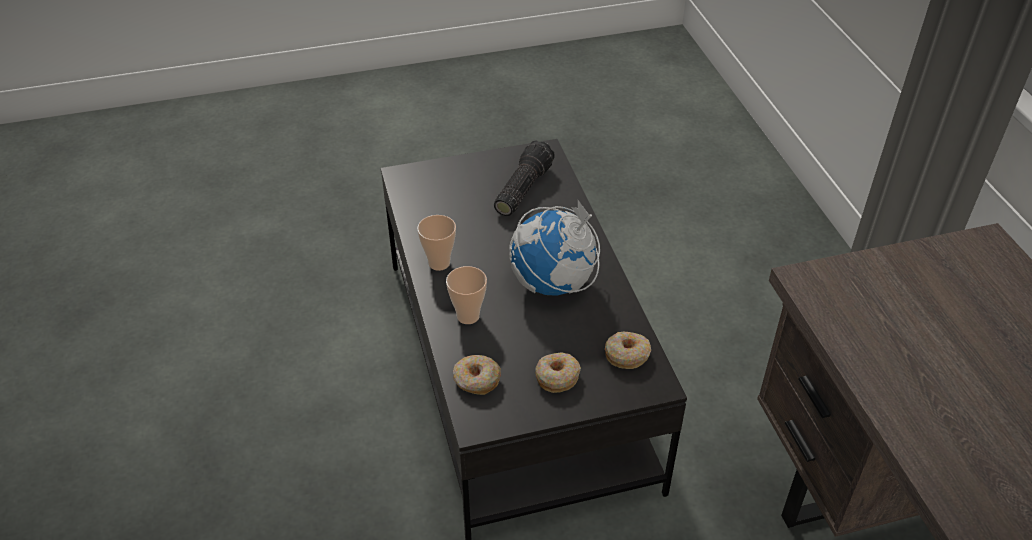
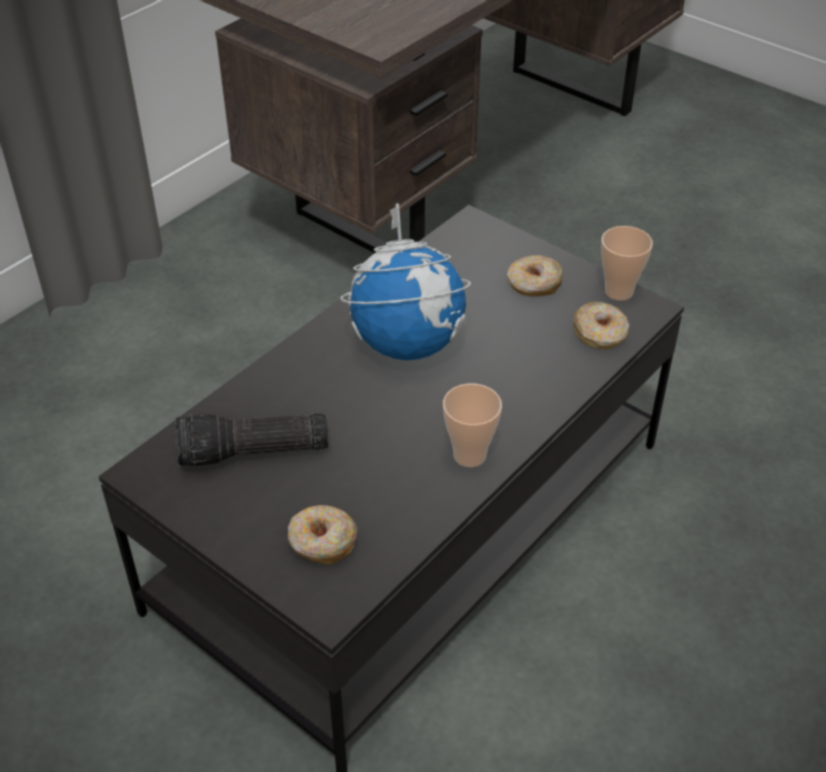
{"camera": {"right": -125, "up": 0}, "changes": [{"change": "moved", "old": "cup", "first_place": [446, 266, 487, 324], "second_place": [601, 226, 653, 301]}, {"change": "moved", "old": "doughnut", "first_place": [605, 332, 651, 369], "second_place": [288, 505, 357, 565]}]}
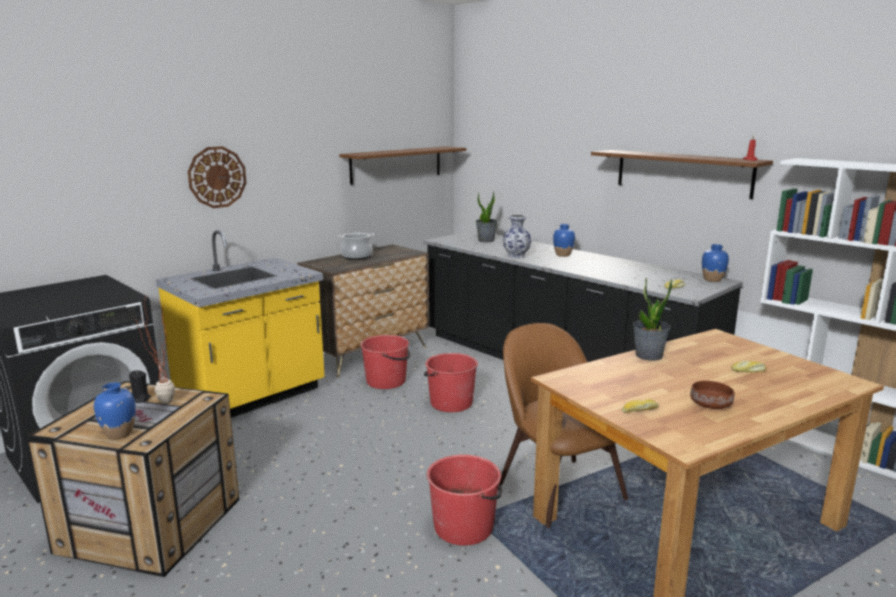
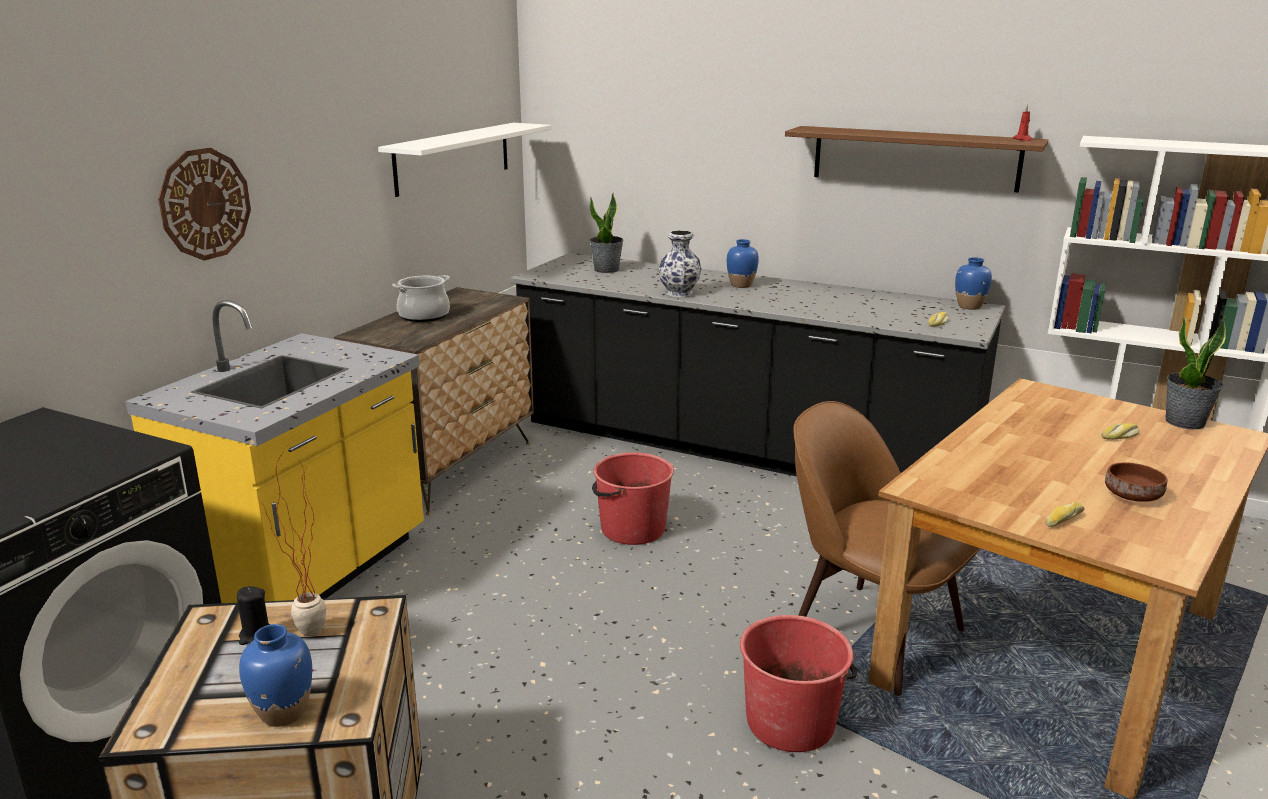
{"camera": {"right": -20, "up": 5}, "changes": [{"change": "recoloured", "old": "brownish_bracket_shelf", "new": "white-coloured_bracket_shelf", "first_place": [339, 146, 466, 185], "second_place": [378, 123, 552, 197]}, {"change": "removed", "old": "red_pail", "first_place": [360, 335, 410, 389]}, {"change": "moved", "old": "plant_in_a_pot", "first_place": [633, 278, 672, 361], "second_place": [1166, 316, 1225, 429]}]}
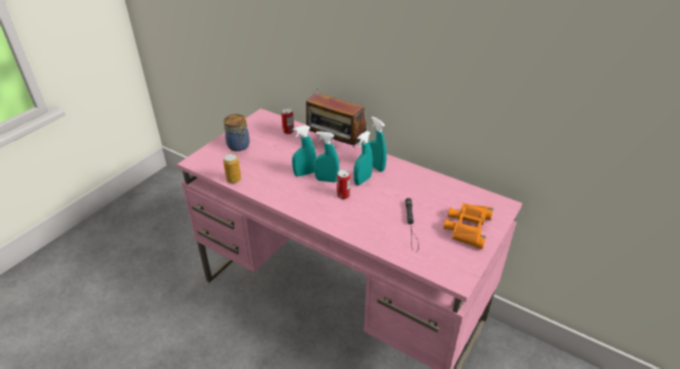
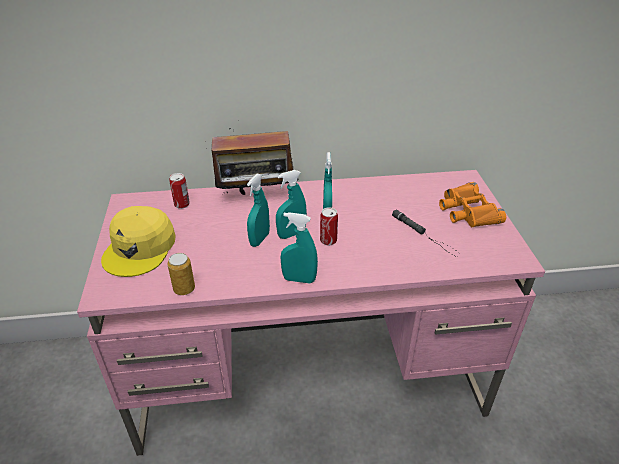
{"camera": {"right": -40, "up": 0}, "changes": [{"change": "replaced", "old": "storage_jar", "new": "yellowish_peaked_cap", "first_place": [224, 114, 250, 151], "second_place": [101, 206, 176, 277]}, {"change": "moved", "old": "blue-green_spray_bottle", "first_place": [369, 116, 387, 172], "second_place": [280, 212, 318, 283]}]}
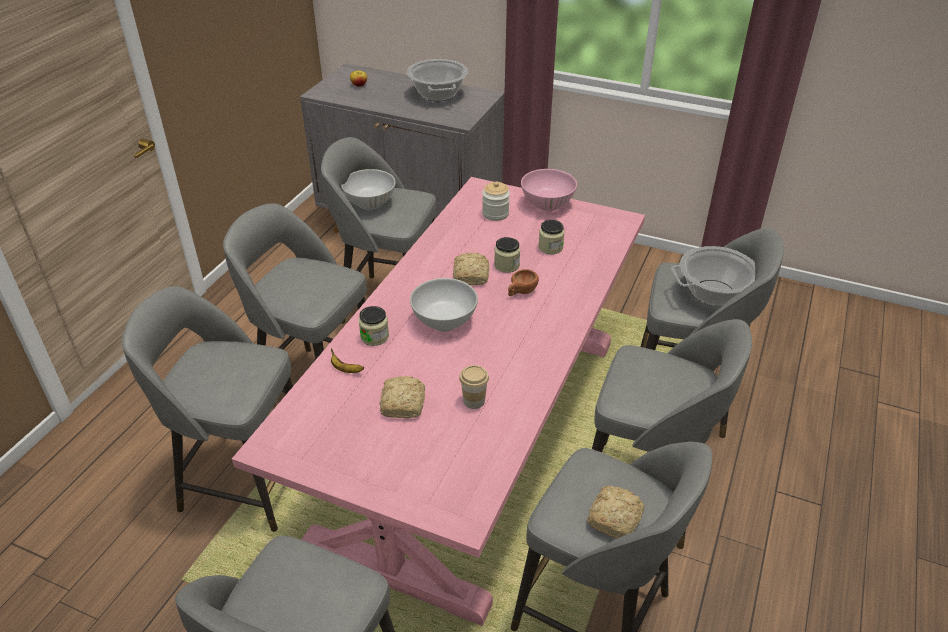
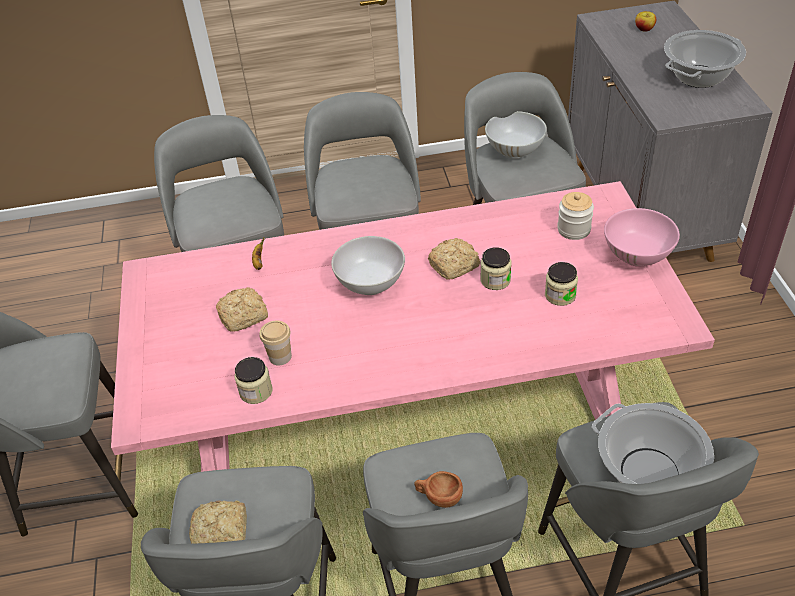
{"camera": {"right": 60, "up": 5}, "changes": [{"change": "moved", "old": "storage_jar", "first_place": [359, 306, 389, 346], "second_place": [234, 357, 273, 404]}, {"change": "moved", "old": "brownish_cup", "first_place": [508, 269, 539, 296], "second_place": [415, 471, 463, 508]}]}
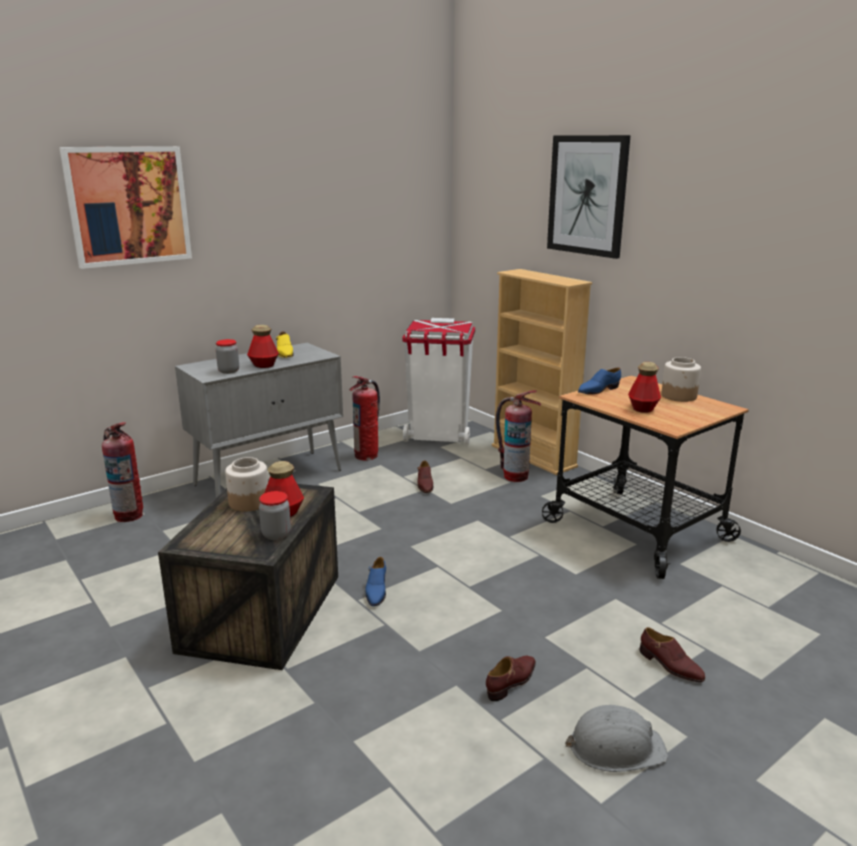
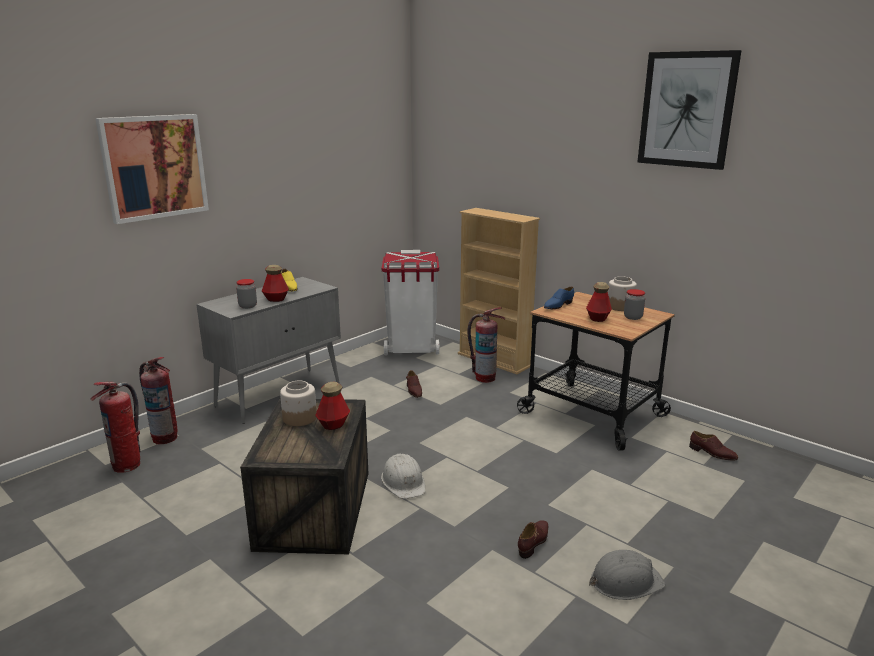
{"camera": {"right": -10, "up": 0}, "changes": [{"change": "moved", "old": "storage_jar", "first_place": [259, 491, 291, 540], "second_place": [624, 289, 645, 320]}, {"change": "moved", "old": "extinguisher", "first_place": [349, 376, 380, 460], "second_place": [91, 381, 141, 473]}, {"change": "replaced", "old": "blue-coloured_low_shoe", "new": "white-coloured_hard_hat", "first_place": [365, 557, 386, 606], "second_place": [381, 454, 425, 499]}, {"change": "moved", "old": "wall_art", "first_place": [547, 135, 631, 259], "second_place": [637, 50, 742, 170]}, {"change": "moved", "old": "brownish_low_shoe", "first_place": [640, 627, 705, 682], "second_place": [689, 431, 738, 461]}]}
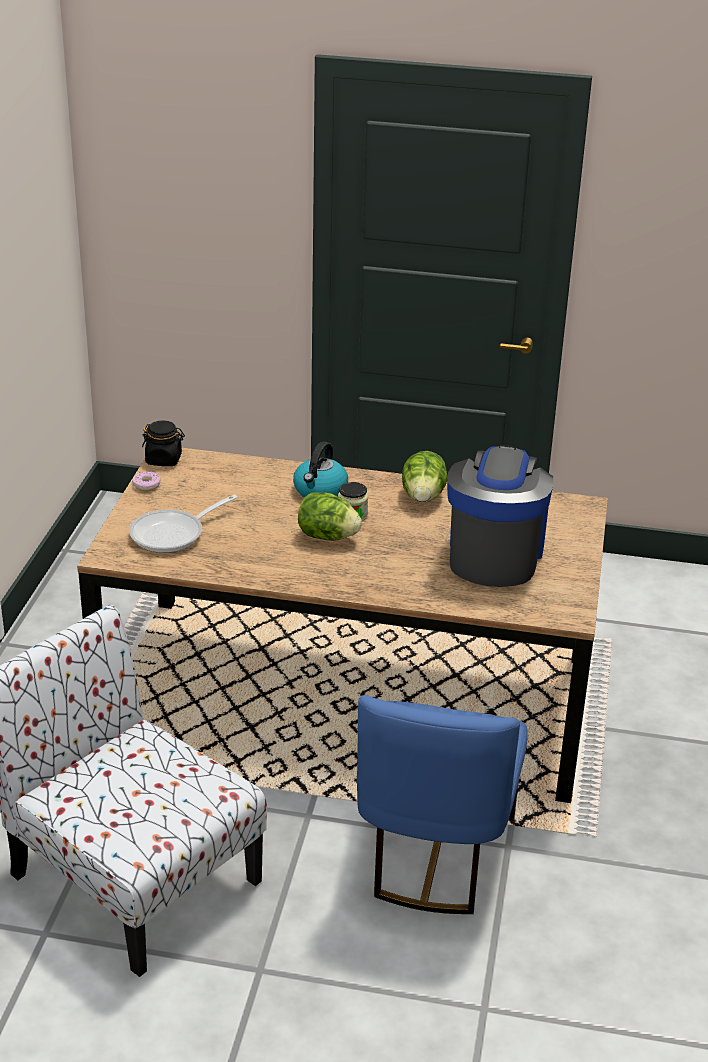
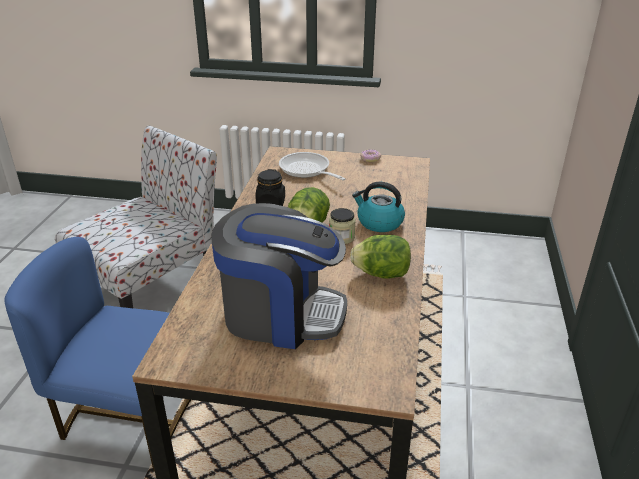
{"camera": {"right": 90, "up": 0}, "changes": [{"change": "moved", "old": "blackish_storage_jar", "first_place": [142, 420, 185, 466], "second_place": [256, 169, 285, 206]}]}
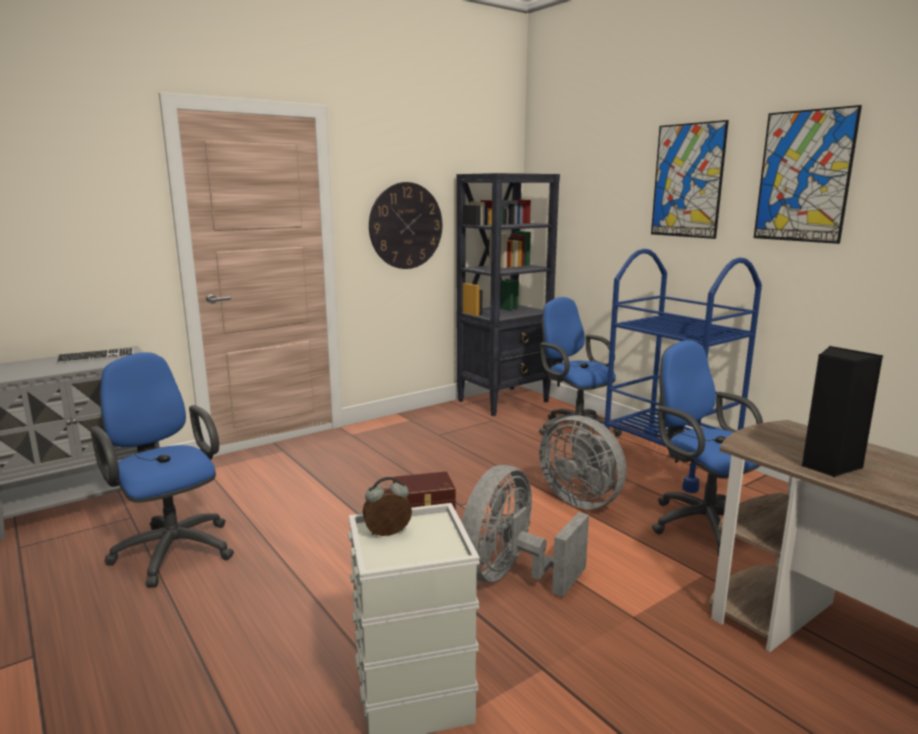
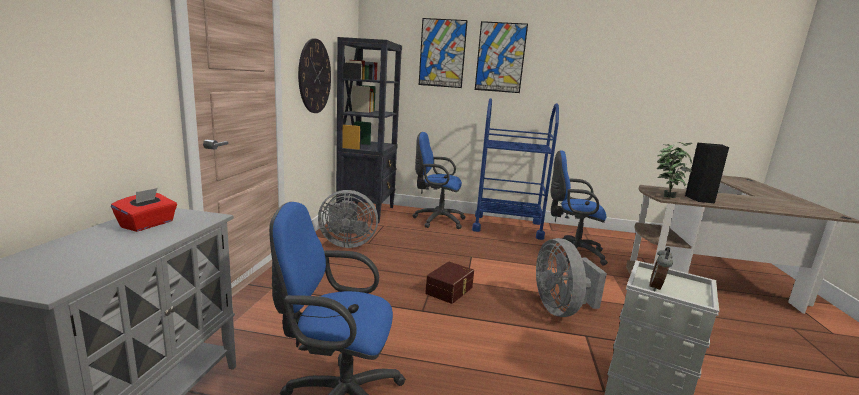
{"camera": {"right": -45, "up": 0}, "changes": [{"change": "replaced", "old": "keyboard", "new": "red_tissue_box", "first_place": [56, 348, 134, 364], "second_place": [111, 188, 177, 232]}, {"change": "moved", "old": "greyish_electric_fan", "first_place": [539, 415, 626, 509], "second_place": [318, 190, 378, 248]}, {"change": "moved", "old": "wall_art", "first_place": [754, 105, 862, 244], "second_place": [419, 18, 468, 88]}, {"change": "added", "new": "plant_in_a_pot", "second_place": [657, 142, 692, 198]}]}
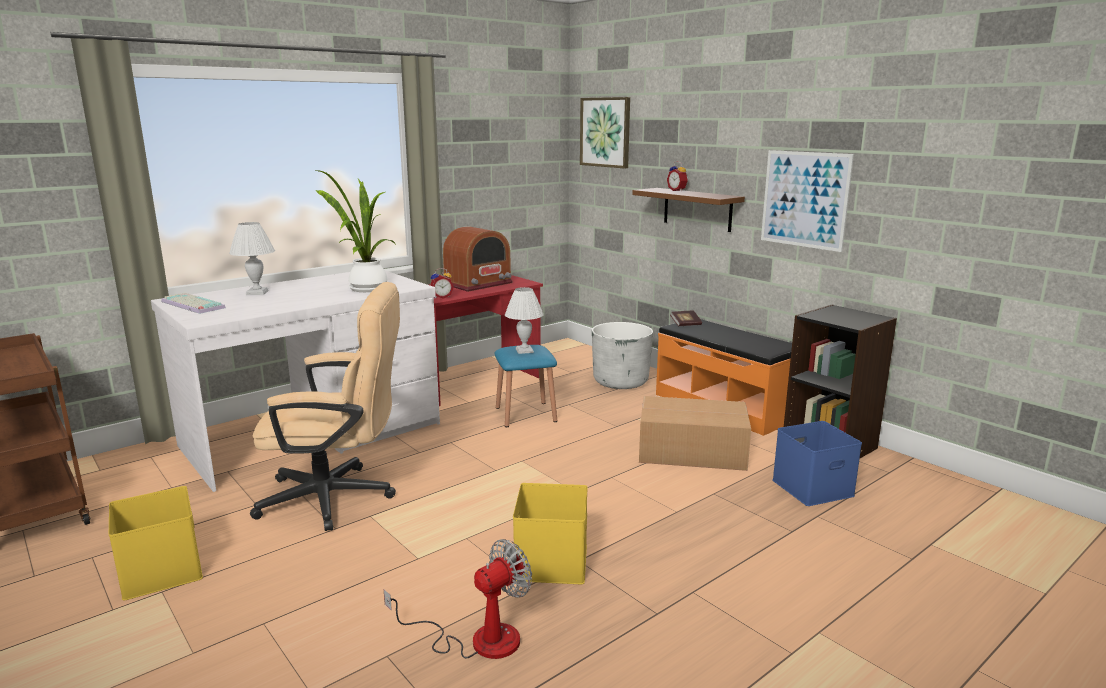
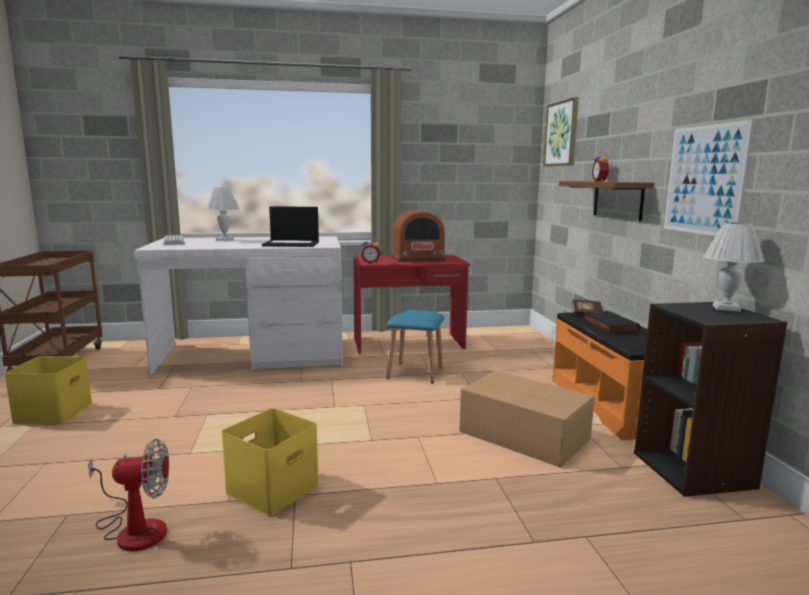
{"camera": {"right": 30, "up": -5}, "changes": [{"change": "removed", "old": "beige_computer_chair", "first_place": [250, 282, 400, 531]}, {"change": "replaced", "old": "plant_in_a_pot", "new": "portable_computer", "first_place": [316, 170, 396, 292], "second_place": [262, 206, 319, 247]}, {"change": "moved", "old": "white-coloured_lamp_for_a_table", "first_place": [505, 287, 544, 354], "second_place": [704, 222, 764, 312]}, {"change": "removed", "old": "white-coloured_plant_pot", "first_place": [592, 322, 653, 389]}, {"change": "removed", "old": "blue-coloured_storage_container", "first_place": [772, 421, 862, 506]}, {"change": "added", "new": "blackish_volume", "second_place": [584, 312, 640, 333]}]}
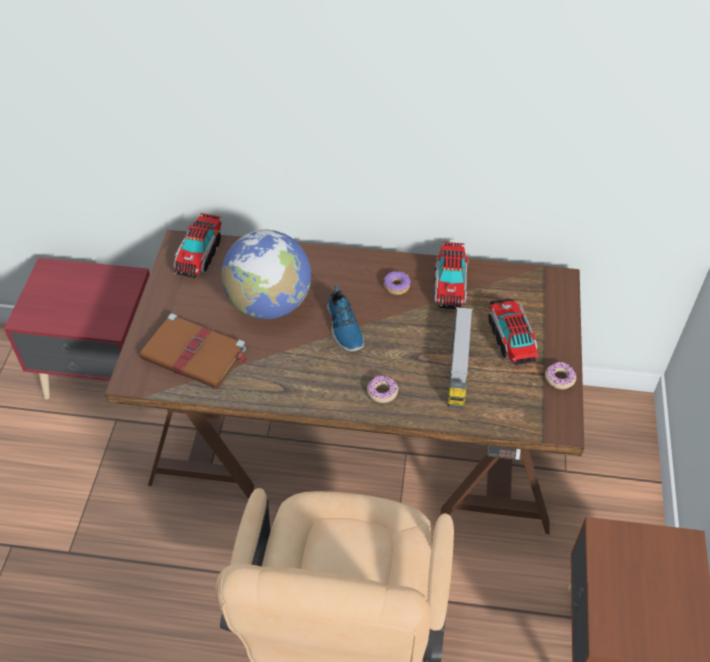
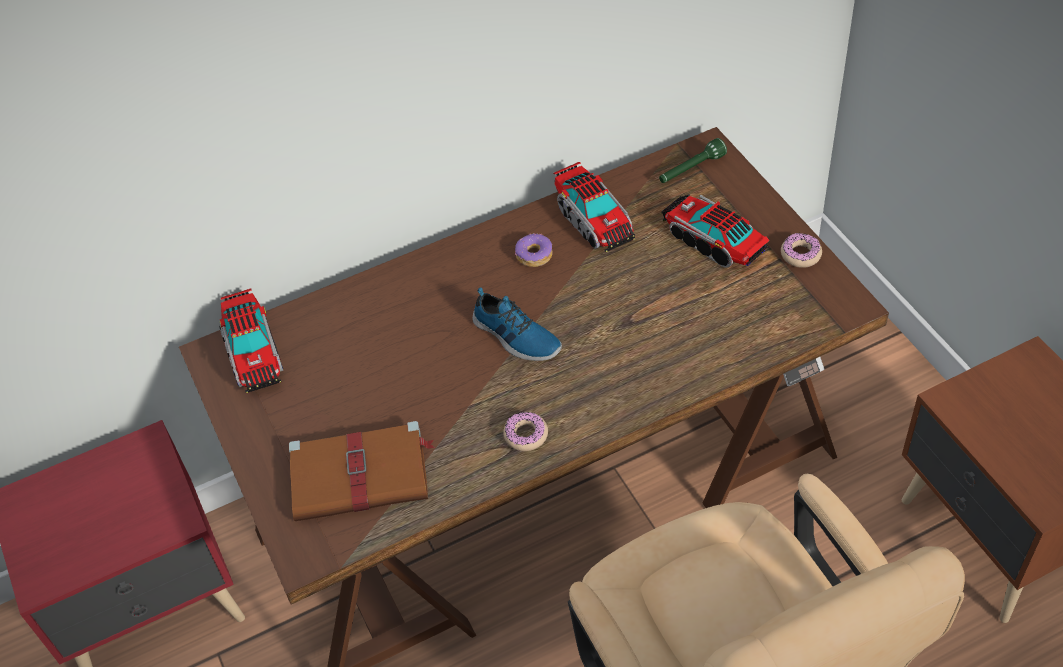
{"camera": {"right": -30, "up": 0}, "changes": [{"change": "removed", "old": "globe", "first_place": [221, 230, 311, 319]}, {"change": "moved", "old": "doughnut", "first_place": [367, 375, 398, 403], "second_place": [503, 412, 548, 451]}, {"change": "removed", "old": "toy_lorry", "first_place": [448, 307, 473, 408]}, {"change": "added", "new": "green-coloured_hand_torch", "second_place": [659, 138, 727, 183]}]}
